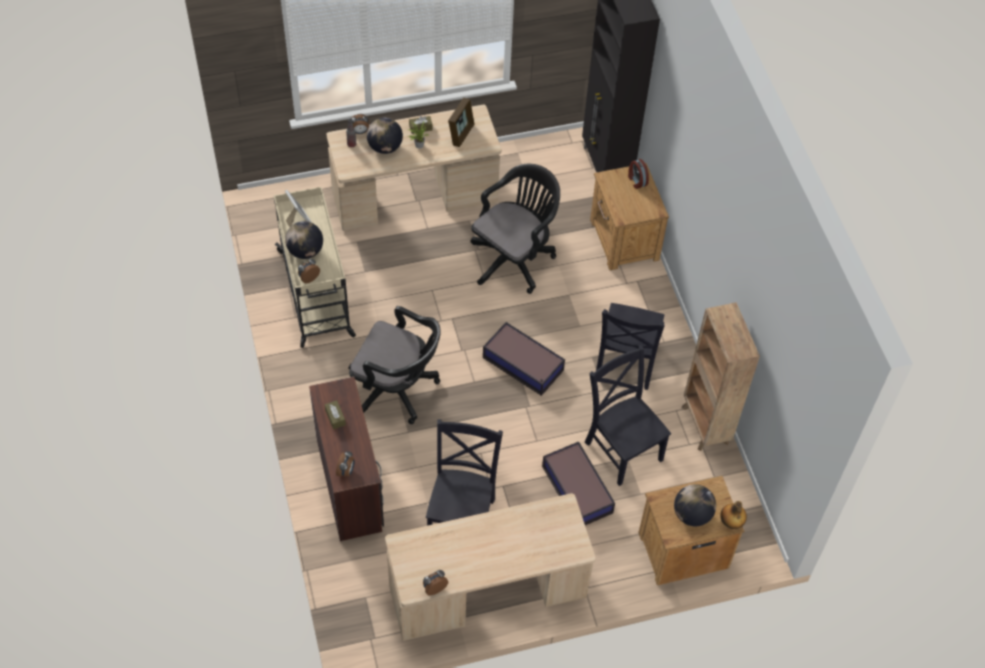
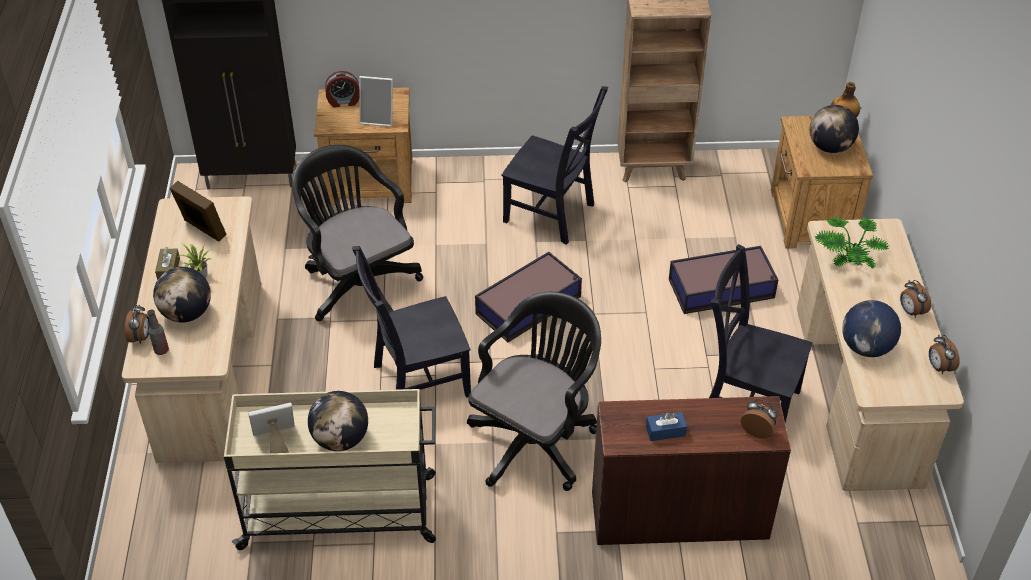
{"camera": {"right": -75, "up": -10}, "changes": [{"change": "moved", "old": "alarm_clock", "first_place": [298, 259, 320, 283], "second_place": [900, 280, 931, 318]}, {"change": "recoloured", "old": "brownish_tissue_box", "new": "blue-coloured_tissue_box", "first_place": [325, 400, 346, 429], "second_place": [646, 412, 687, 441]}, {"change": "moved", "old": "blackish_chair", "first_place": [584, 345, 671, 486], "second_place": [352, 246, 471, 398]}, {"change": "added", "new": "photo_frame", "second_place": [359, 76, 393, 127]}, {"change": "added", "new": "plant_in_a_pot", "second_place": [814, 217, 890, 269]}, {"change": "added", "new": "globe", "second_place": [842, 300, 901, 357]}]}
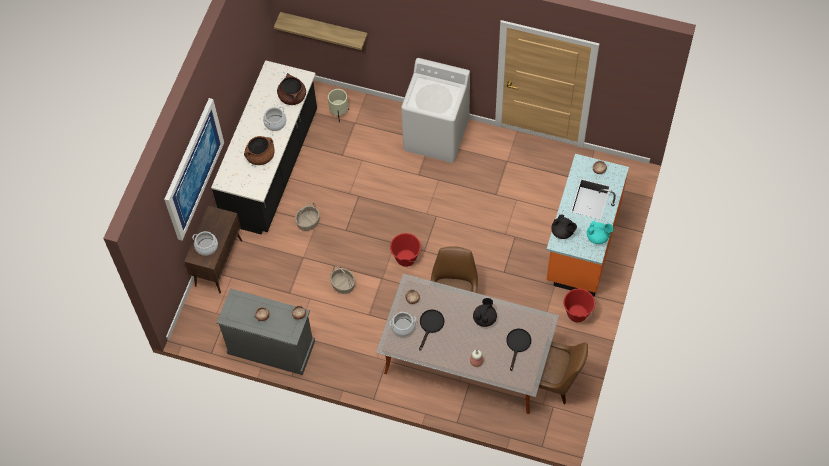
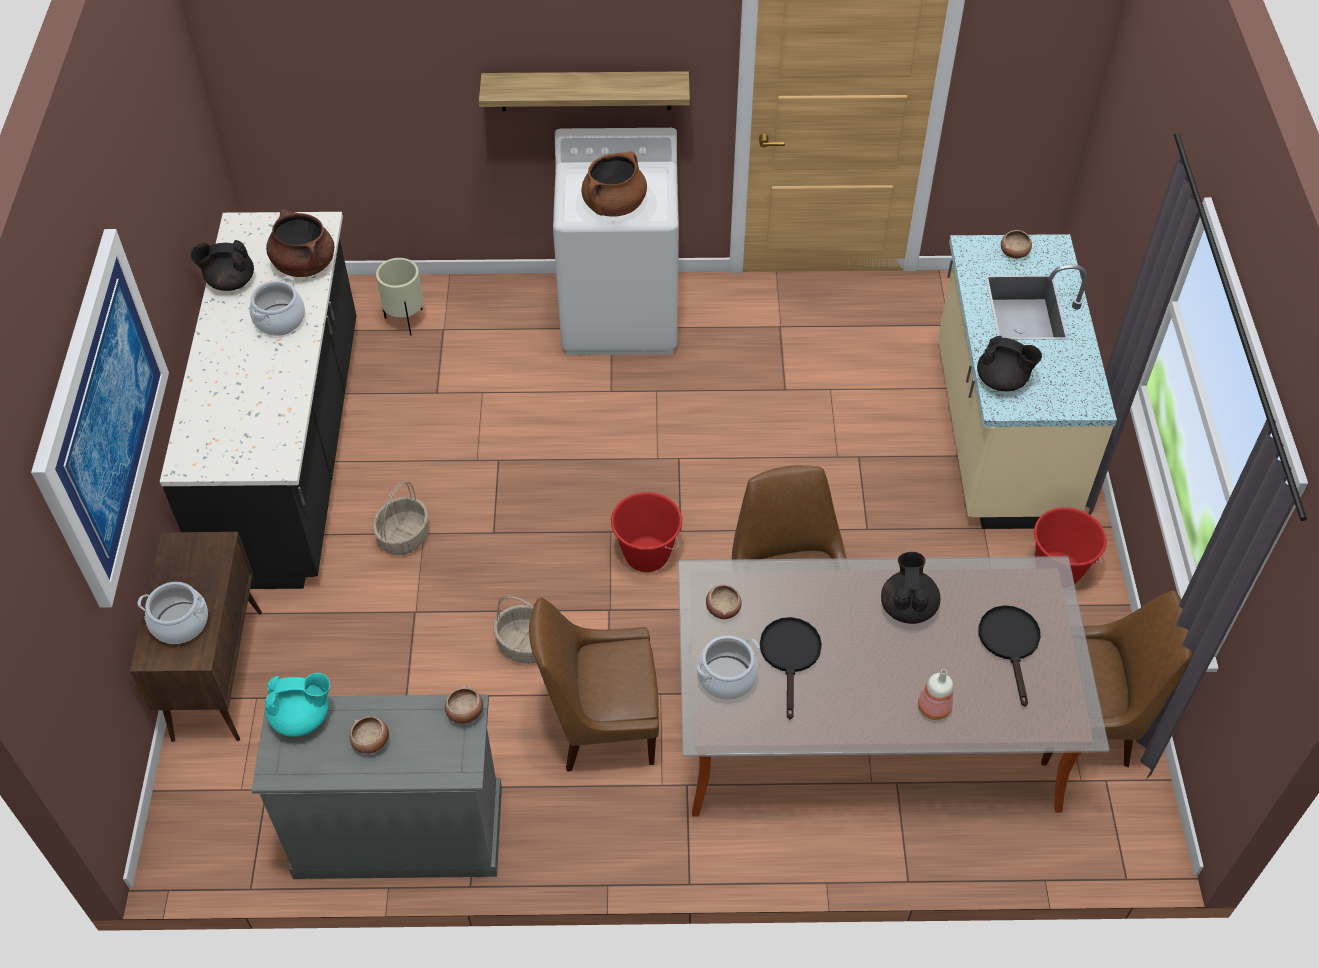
{"camera": {"right": -20, "up": -10}, "changes": [{"change": "moved", "old": "brownish_stockpot", "first_place": [244, 136, 275, 165], "second_place": [582, 151, 647, 217]}, {"change": "moved", "old": "bracket_shelf", "first_place": [274, 12, 368, 50], "second_place": [479, 71, 690, 111]}, {"change": "recoloured", "old": "orange_kitchen_base_unit", "new": "beige_kitchen_base_unit", "first_place": [546, 154, 629, 297], "second_place": [938, 234, 1117, 529]}, {"change": "moved", "old": "blue-green_teapot", "first_place": [587, 221, 614, 244], "second_place": [265, 673, 330, 737]}, {"change": "added", "new": "blackish_teapot", "second_place": [191, 240, 254, 291]}, {"change": "added", "new": "brownish_chair", "second_place": [529, 598, 659, 772]}]}
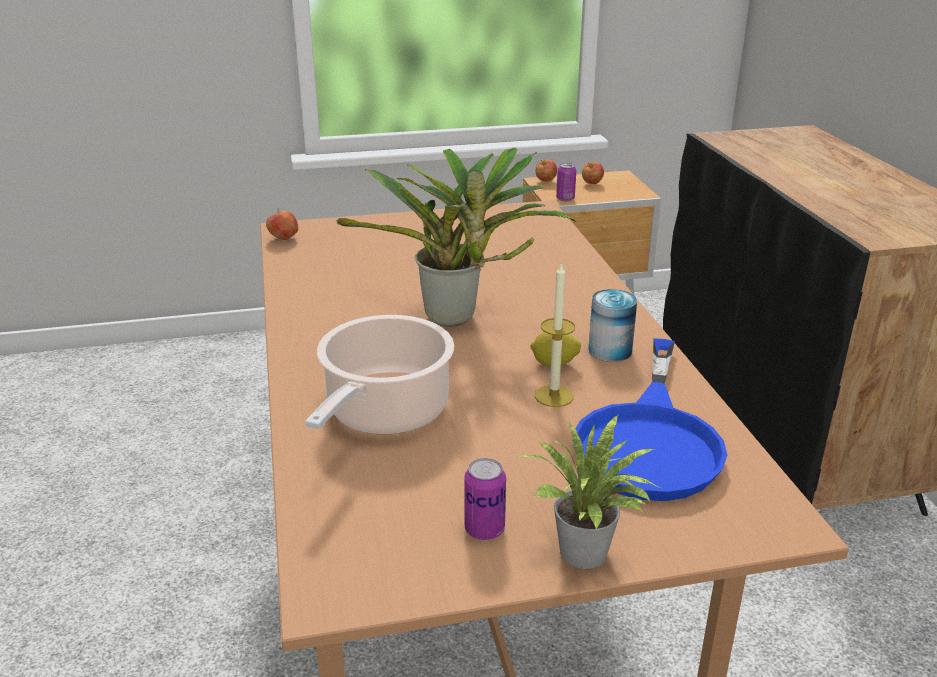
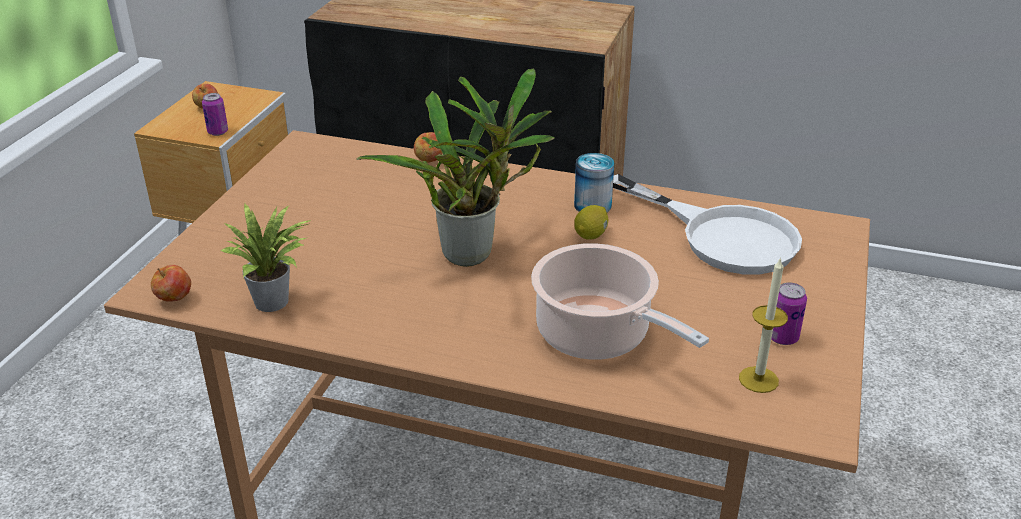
{"camera": {"right": -60, "up": 5}, "changes": [{"change": "moved", "old": "plant_in_a_pot", "first_place": [519, 415, 662, 569], "second_place": [221, 204, 311, 312]}, {"change": "moved", "old": "apple", "first_place": [535, 159, 557, 182], "second_place": [414, 132, 443, 163]}, {"change": "moved", "old": "wax_candle", "first_place": [535, 262, 575, 407], "second_place": [739, 257, 788, 393]}, {"change": "recoloured", "old": "blue-coloured_frying_pan", "new": "white-coloured_frying_pan", "first_place": [573, 338, 727, 501], "second_place": [613, 174, 802, 274]}]}
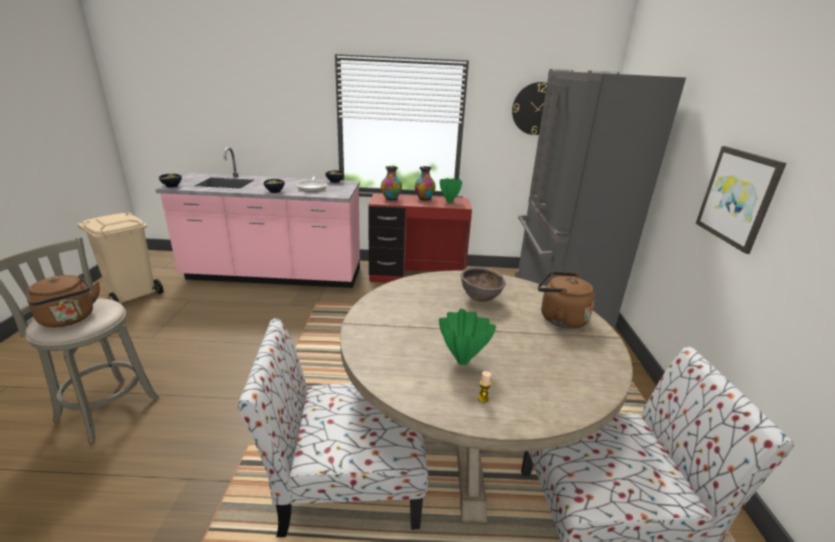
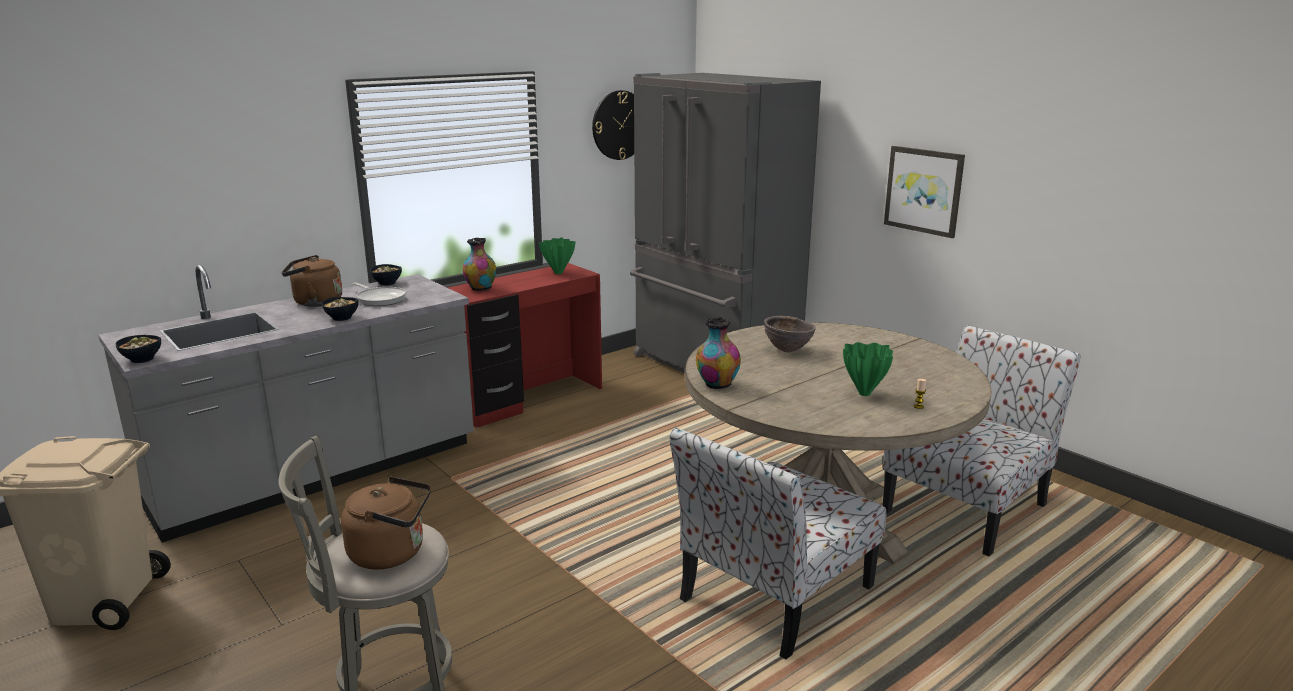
{"camera": {"right": -40, "up": -5}, "changes": [{"change": "recoloured", "old": "pinkish_kitchen_base_unit", "new": "greyish_kitchen_base_unit", "first_place": [155, 147, 360, 288], "second_place": [98, 265, 474, 543]}, {"change": "moved", "old": "decorative_vase", "first_place": [415, 166, 436, 200], "second_place": [696, 317, 741, 389]}, {"change": "moved", "old": "brownish_tea_kettle", "first_place": [538, 271, 595, 329], "second_place": [282, 255, 342, 307]}]}
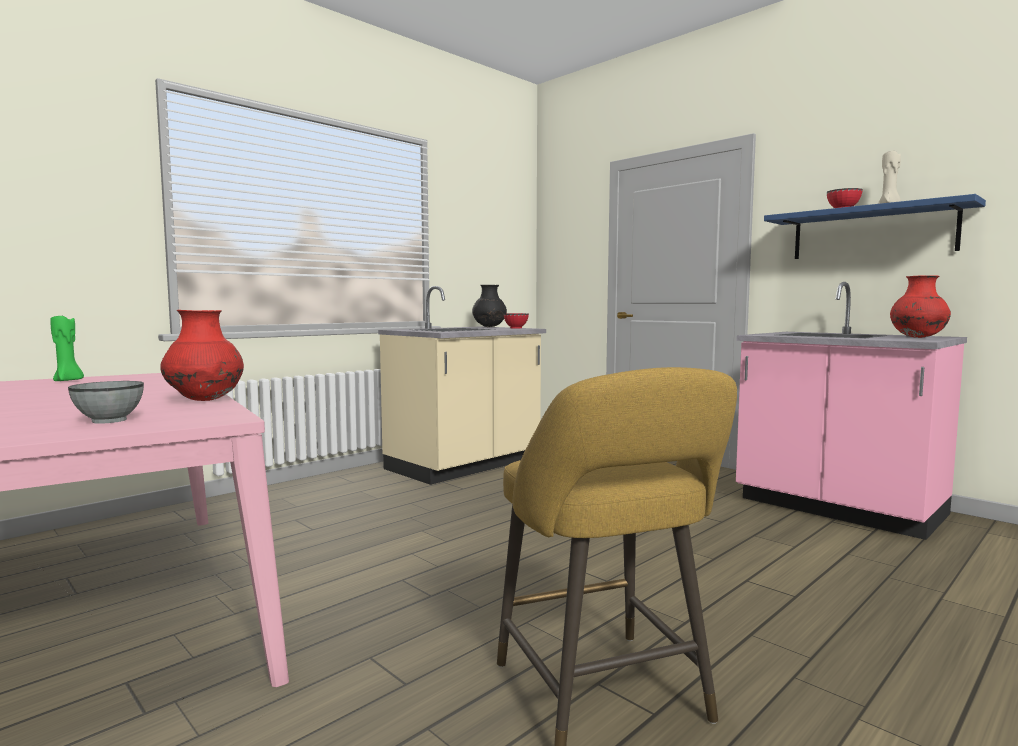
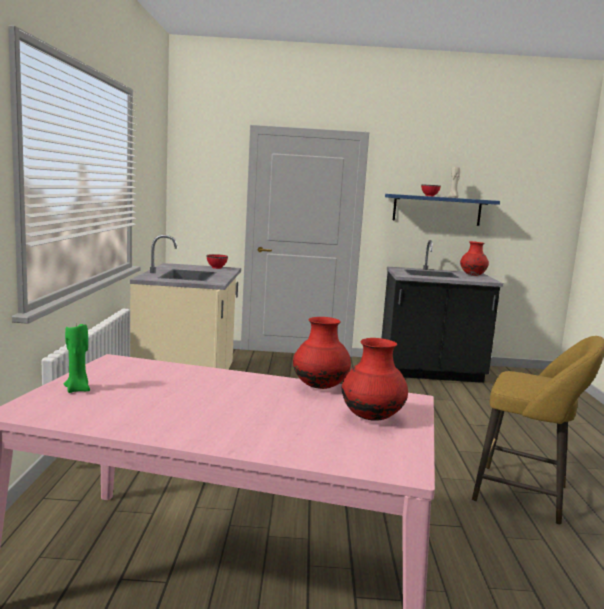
{"camera": {"right": -45, "up": 5}, "changes": [{"change": "replaced", "old": "greyish_deep_dish", "new": "red_decorative_vase", "first_place": [68, 381, 144, 424], "second_place": [342, 338, 408, 420]}, {"change": "removed", "old": "blackish_decorative_vase", "first_place": [472, 285, 507, 327]}, {"change": "recoloured", "old": "pinkish_kitchen_base_unit", "new": "blackish_kitchen_base_unit", "first_place": [736, 282, 967, 540], "second_place": [382, 240, 503, 383]}]}
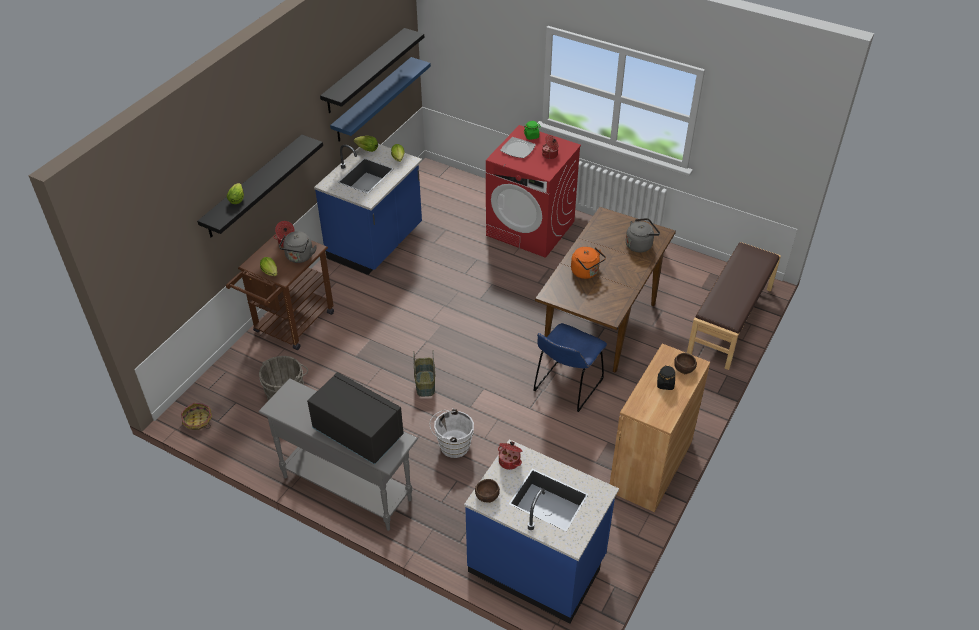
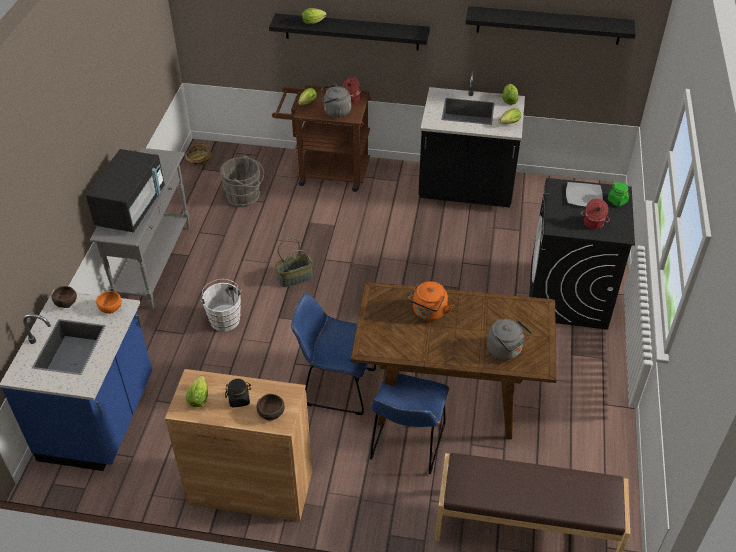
{"camera": {"right": 70, "up": 0}, "changes": [{"change": "recoloured", "old": "blue-coloured_kitchen_base_unit", "new": "blackish_kitchen_base_unit", "first_place": [314, 144, 422, 275], "second_place": [418, 71, 525, 207]}, {"change": "removed", "old": "blue-coloured_bracket_shelf", "first_place": [330, 57, 431, 142]}, {"change": "recoloured", "old": "red_laundry_appliance", "new": "blackish_laundry_appliance", "first_place": [486, 125, 581, 258], "second_place": [529, 178, 635, 330]}, {"change": "replaced", "old": "stockpot", "new": "orange_deep_dish", "first_place": [498, 441, 522, 470], "second_place": [96, 291, 122, 314]}, {"change": "added", "new": "head_of_lettuce", "second_place": [185, 376, 208, 407]}, {"change": "added", "new": "blue-coloured_chair", "second_place": [370, 374, 449, 474]}]}
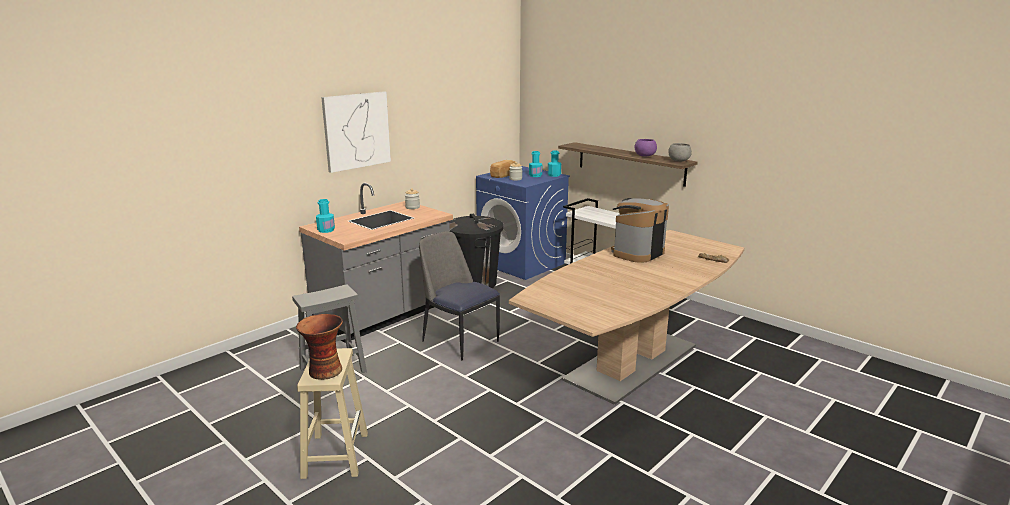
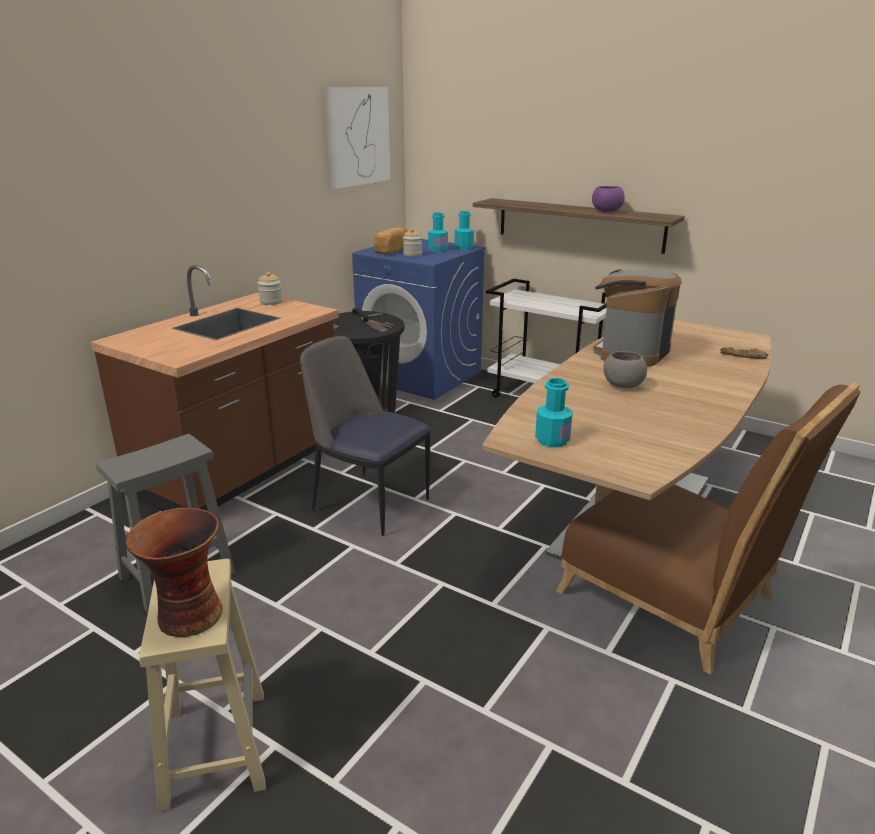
{"camera": {"right": -10, "up": 5}, "changes": [{"change": "recoloured", "old": "greyish_kitchen_base_unit", "new": "brownish_kitchen_base_unit", "first_place": [299, 183, 453, 343], "second_place": [91, 265, 339, 511]}, {"change": "moved", "old": "blue-green_bottle", "first_place": [316, 199, 335, 233], "second_place": [535, 378, 573, 447]}, {"change": "moved", "old": "wall_art", "first_place": [321, 91, 391, 173], "second_place": [324, 87, 391, 189]}, {"change": "moved", "old": "greyish_deep_dish", "first_place": [668, 143, 692, 162], "second_place": [603, 351, 647, 388]}, {"change": "added", "new": "brownish_chair", "second_place": [556, 382, 861, 674]}]}
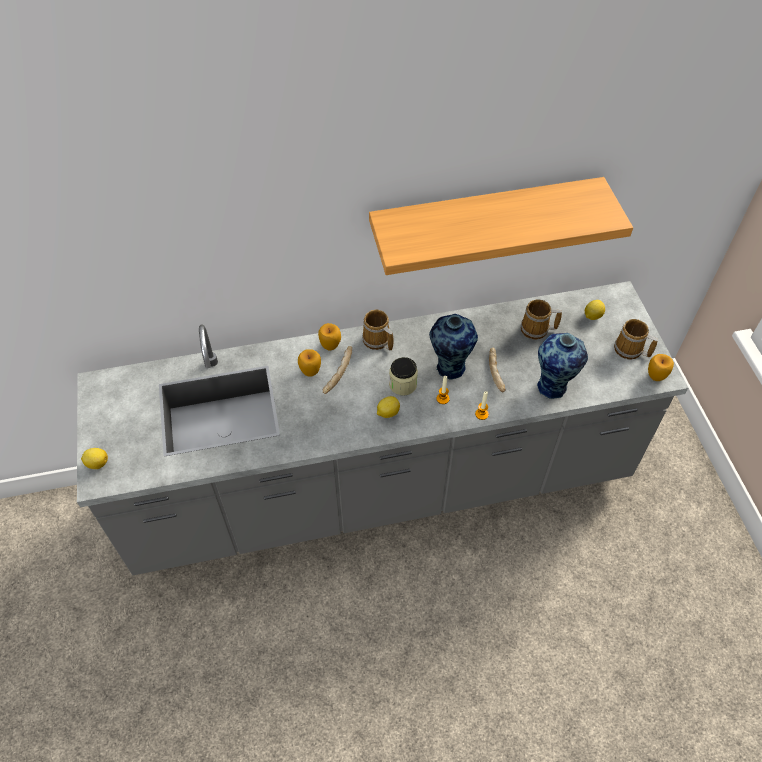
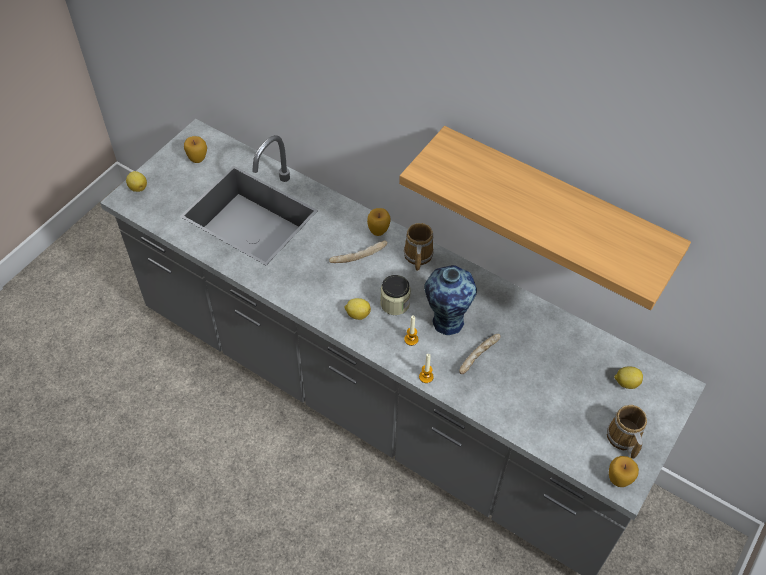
{"camera": {"right": 45, "up": 0}, "changes": [{"change": "moved", "old": "apple", "first_place": [298, 349, 321, 377], "second_place": [184, 136, 207, 163]}, {"change": "removed", "old": "mug", "first_place": [521, 299, 562, 340]}, {"change": "removed", "old": "decorative_vase", "first_place": [537, 333, 588, 399]}]}
